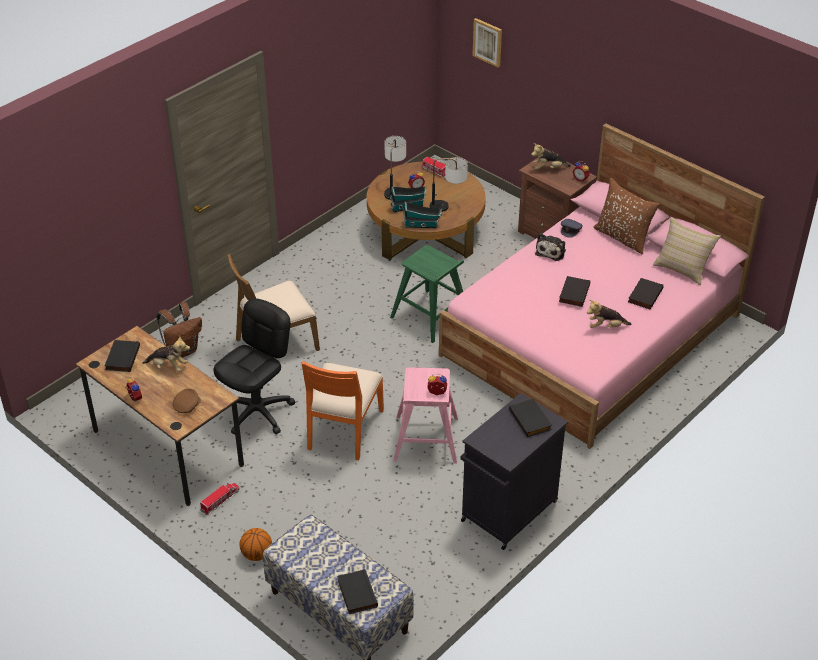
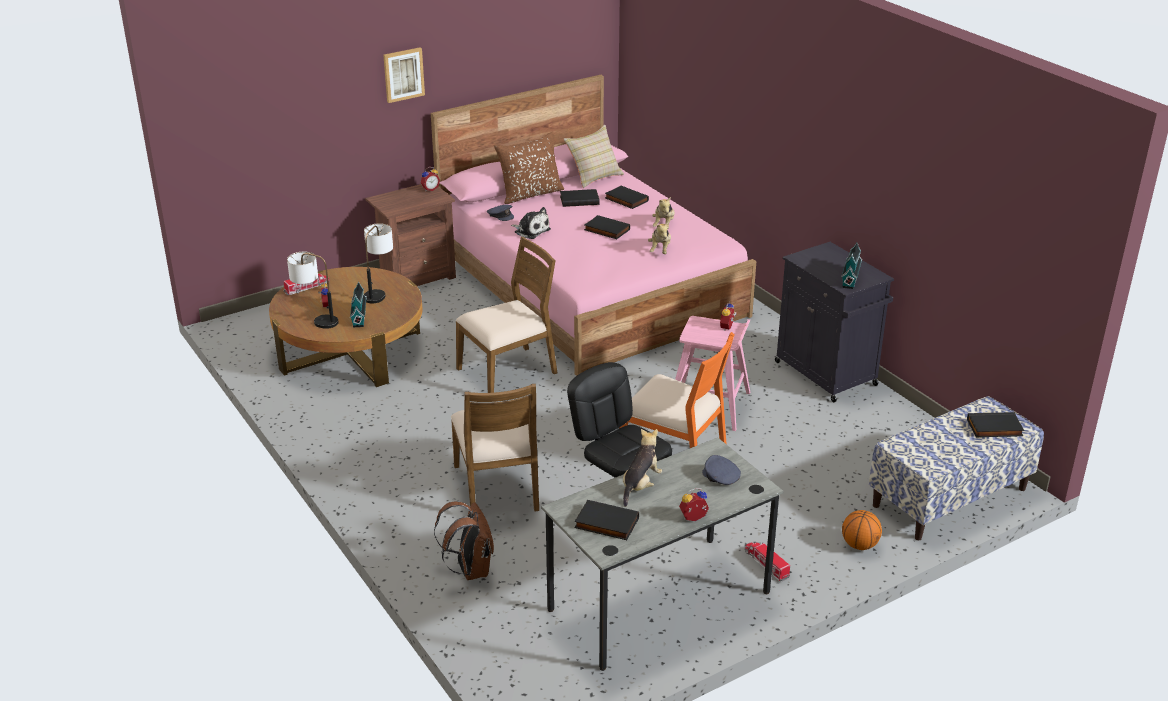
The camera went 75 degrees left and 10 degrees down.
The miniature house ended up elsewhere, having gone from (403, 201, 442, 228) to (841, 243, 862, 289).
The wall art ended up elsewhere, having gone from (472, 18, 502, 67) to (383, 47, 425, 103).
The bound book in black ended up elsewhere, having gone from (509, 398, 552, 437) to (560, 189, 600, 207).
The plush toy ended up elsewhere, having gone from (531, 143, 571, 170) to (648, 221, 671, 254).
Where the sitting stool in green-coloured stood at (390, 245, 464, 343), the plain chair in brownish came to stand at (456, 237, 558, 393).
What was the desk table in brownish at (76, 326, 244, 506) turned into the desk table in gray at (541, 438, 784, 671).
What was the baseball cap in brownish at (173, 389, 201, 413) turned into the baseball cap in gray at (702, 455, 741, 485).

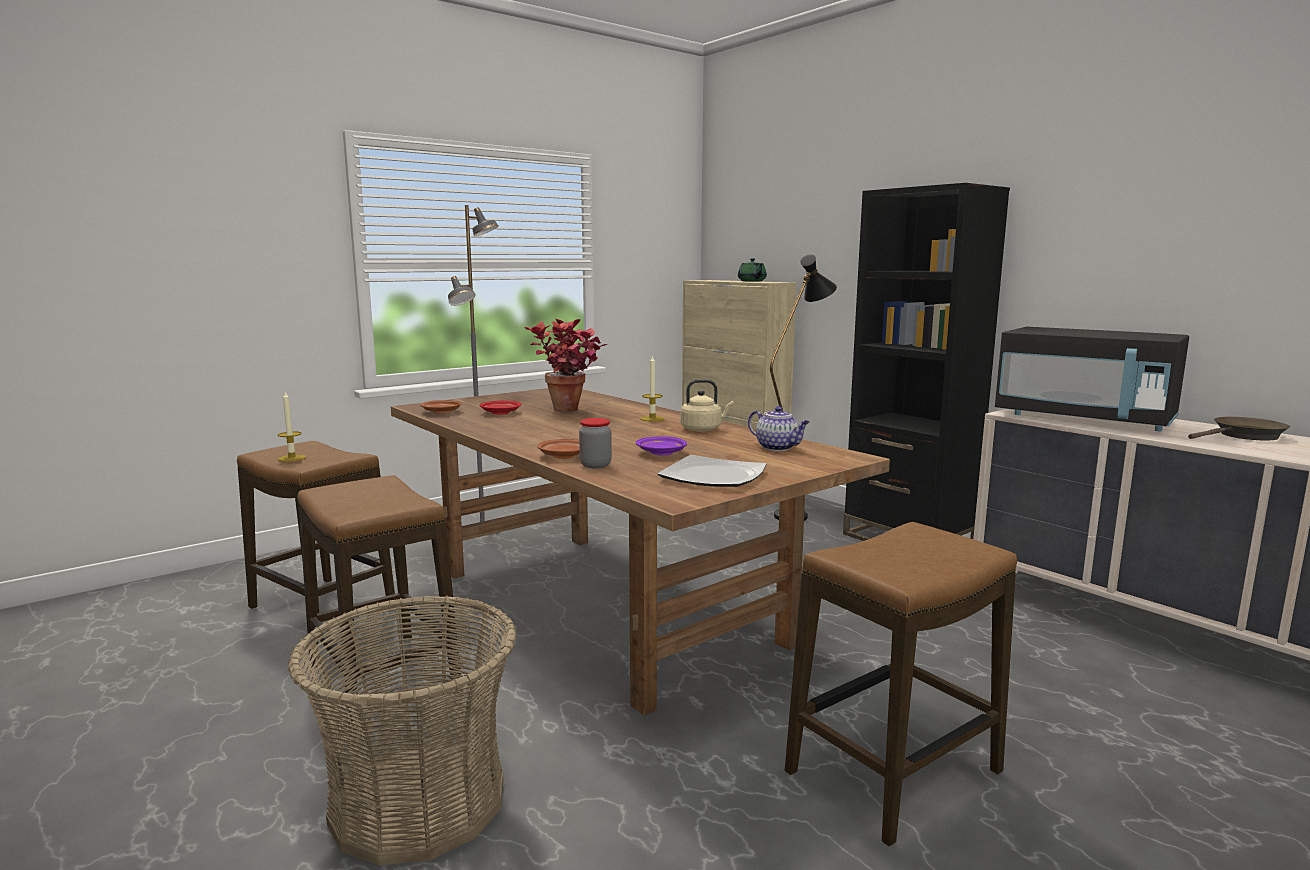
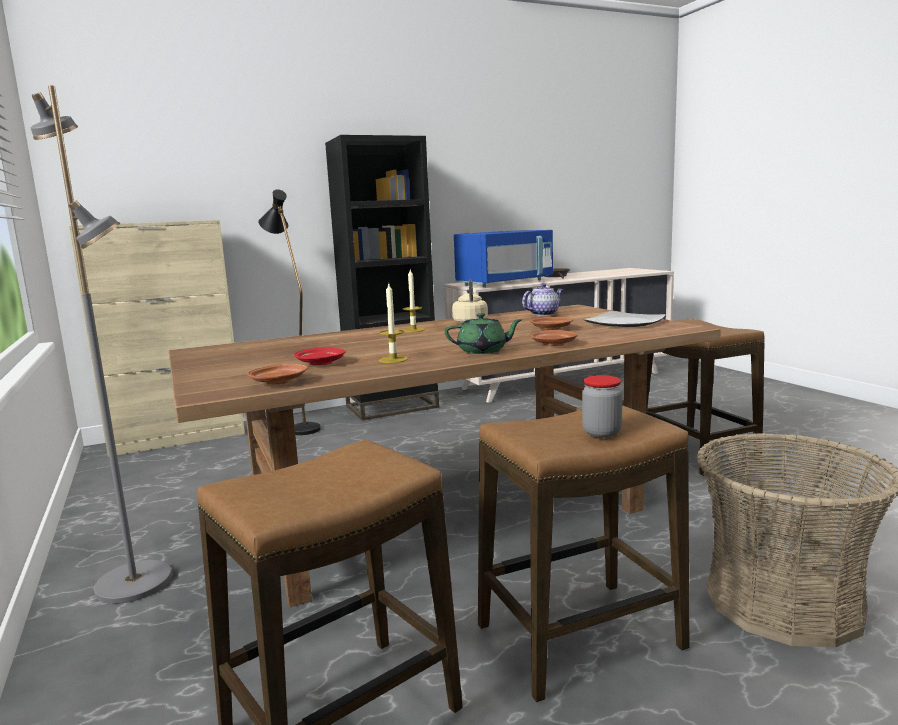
The camera went 75 degrees left and 0 degrees up.
The second view lost the houseplant at (525, 319, 608, 411).
The wax candle ended up elsewhere, having gone from (278, 392, 306, 462) to (379, 282, 408, 363).
The jar ended up elsewhere, having gone from (579, 418, 612, 468) to (582, 375, 622, 438).
The teapot in green-coloured ended up elsewhere, having gone from (738, 258, 767, 282) to (445, 313, 523, 354).
What was the plate in purple at (636, 436, 687, 455) turned into the plate in brownish at (530, 317, 573, 330).
What was the microwave oven in black at (995, 327, 1189, 431) turned into the microwave oven in blue at (454, 230, 553, 287).

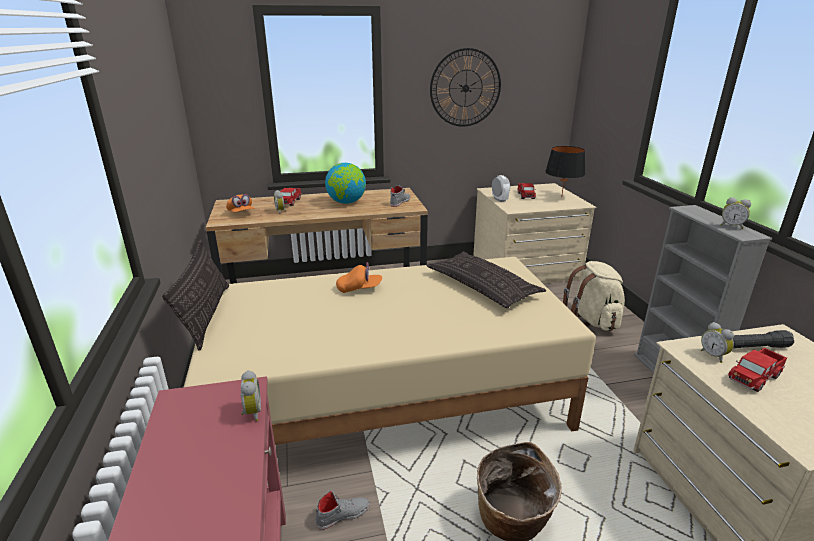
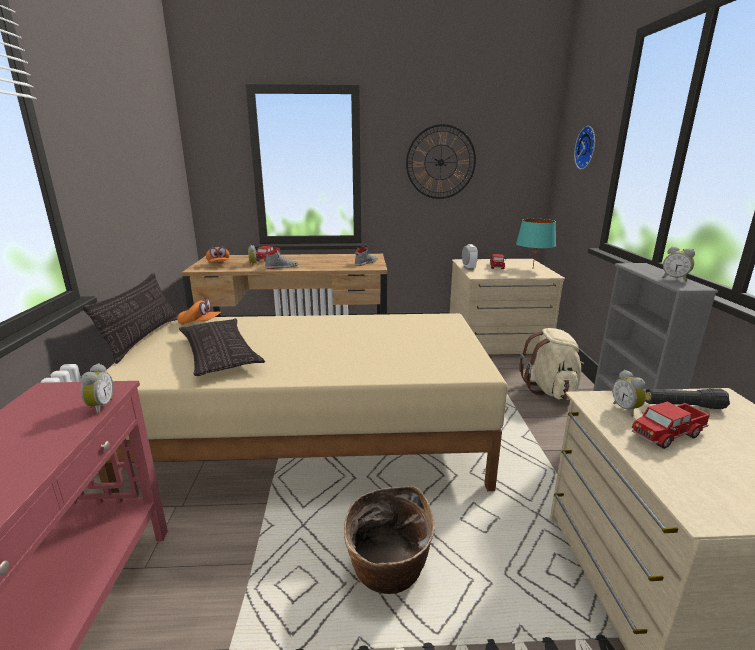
The camera went 10 degrees right and 5 degrees down.
The second view lost the globe at (325, 163, 366, 204).
The second view gained the clock on the wall at (574, 126, 595, 169).
The item of footwear in gray ended up elsewhere, having gone from (315, 490, 370, 530) to (265, 250, 298, 269).
The baseball cap in orangey ended up elsewhere, having gone from (336, 262, 382, 293) to (177, 298, 221, 325).
The throw pillow ended up elsewhere, having gone from (426, 251, 546, 308) to (179, 318, 265, 376).
What was the lamp for a table in black at (545, 146, 585, 197) turned into the lamp for a table in blue-green at (516, 219, 556, 267).

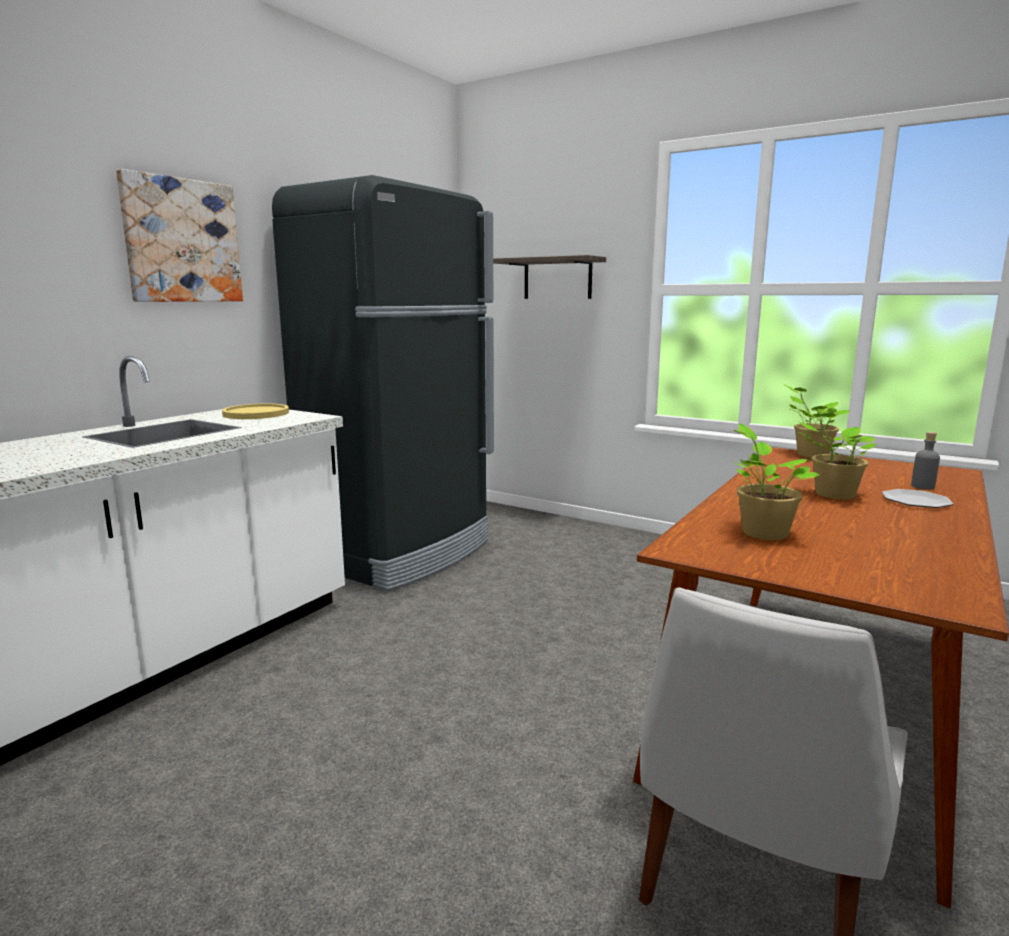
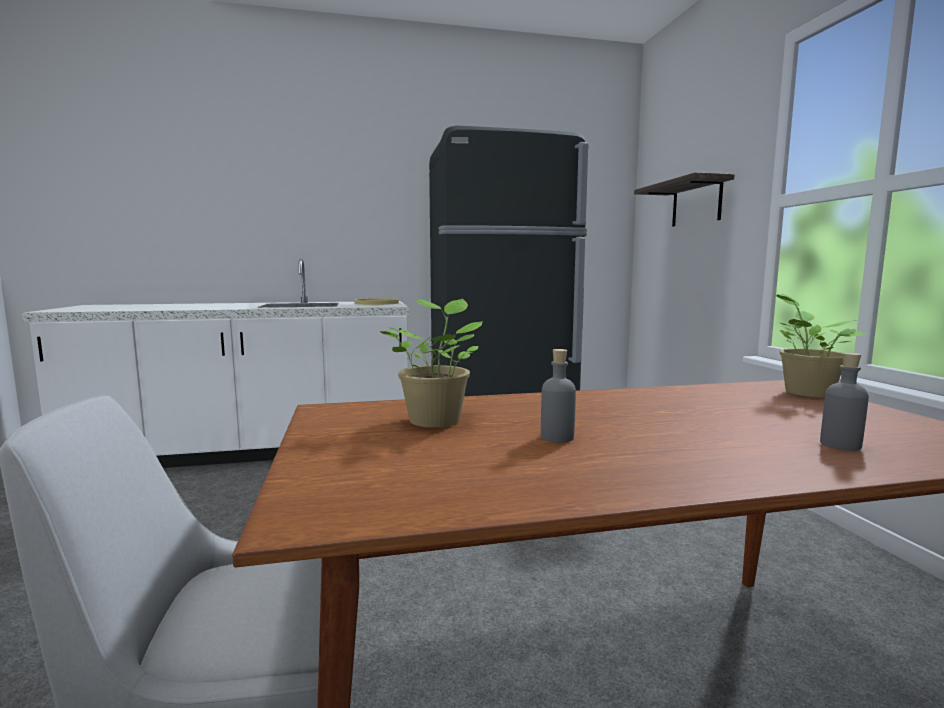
The camera went 45 degrees right and 5 degrees down.
The second view lost the wall art at (116, 169, 243, 302).
The second view lost the houseplant at (797, 408, 876, 499).
The second view lost the plate at (882, 489, 953, 508).
The second view gained the bottle in gray at (541, 349, 576, 443).

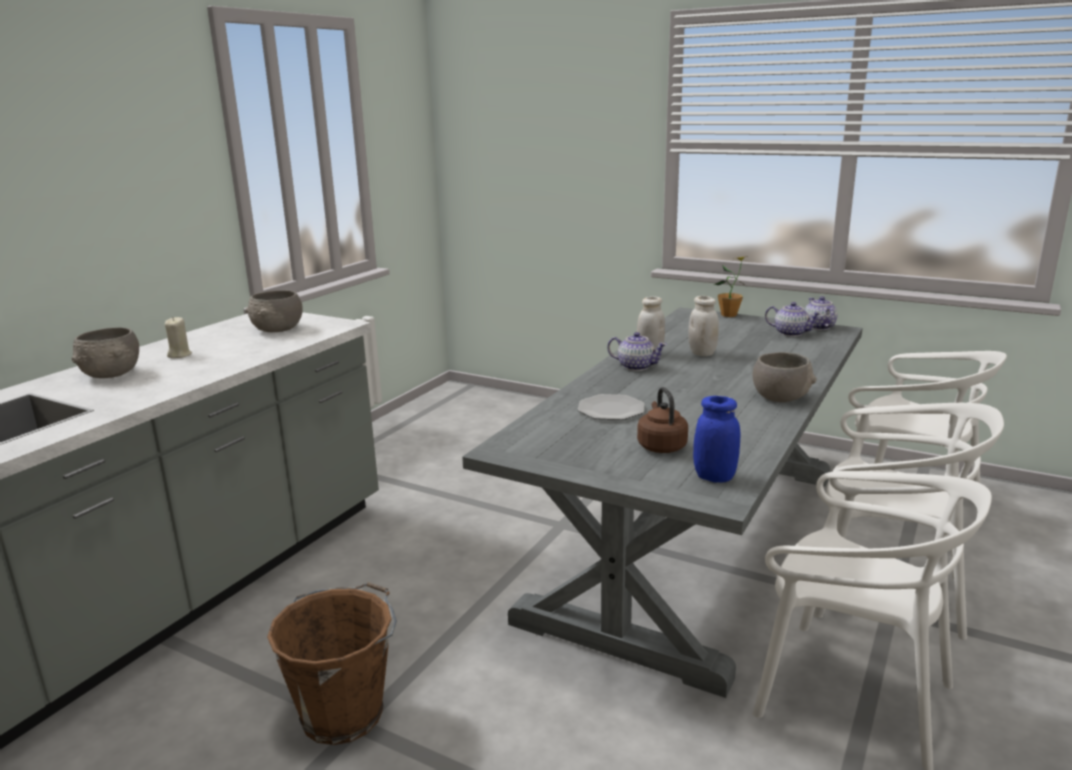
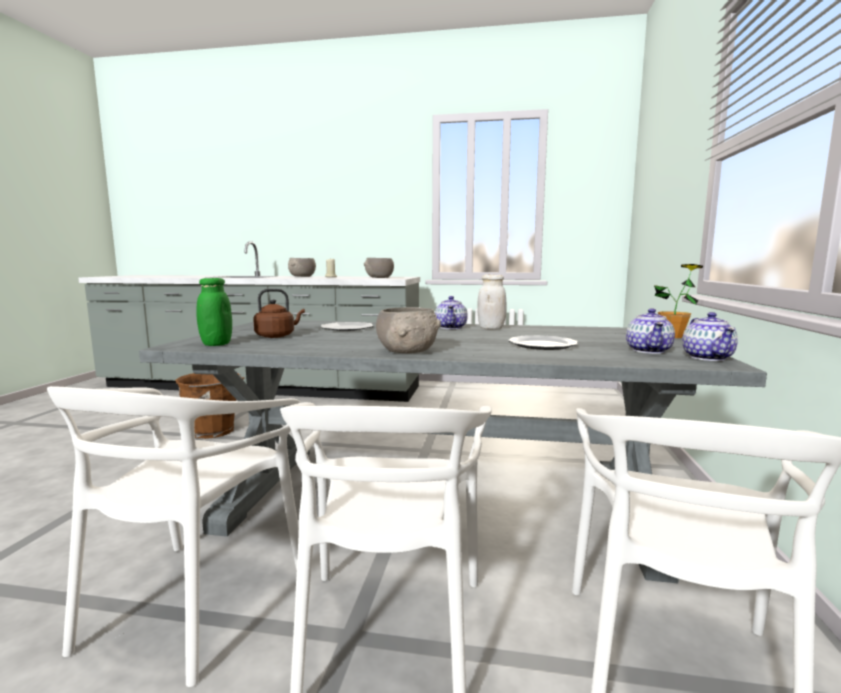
The camera went 70 degrees right and 10 degrees down.
The second view lost the jar in white at (688, 296, 719, 356).
The second view gained the plate at (508, 335, 578, 350).
What was the jar in blue at (693, 396, 740, 483) turned into the jar in green-coloured at (196, 278, 232, 346).
The teapot at (804, 296, 838, 330) ended up facing another way, 120 degrees clockwise from before.

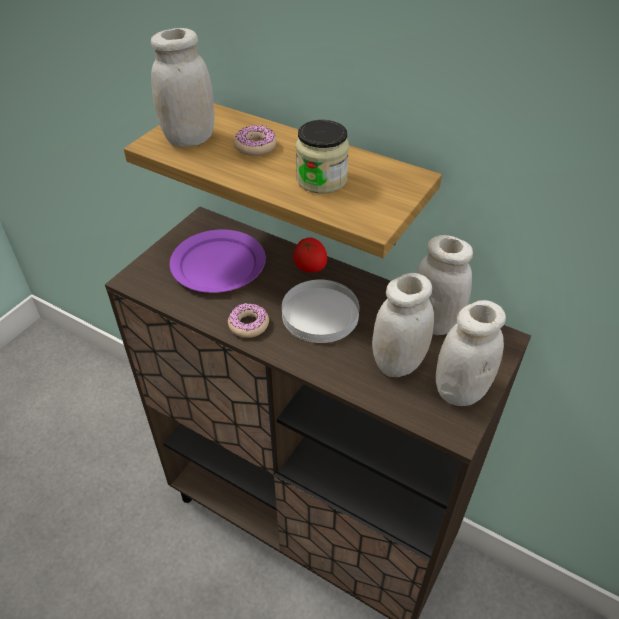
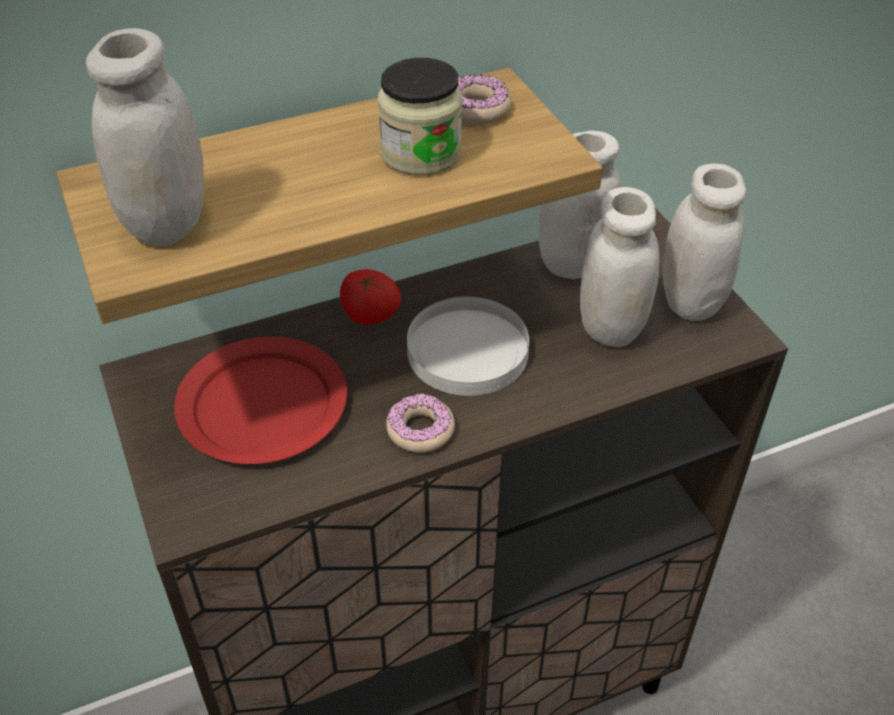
The camera went 55 degrees left and 0 degrees up.
The donut ended up elsewhere, having gone from (234, 125, 277, 156) to (458, 74, 511, 125).
What was the plate in purple at (170, 229, 266, 293) turned into the plate in reddish at (174, 337, 347, 464).

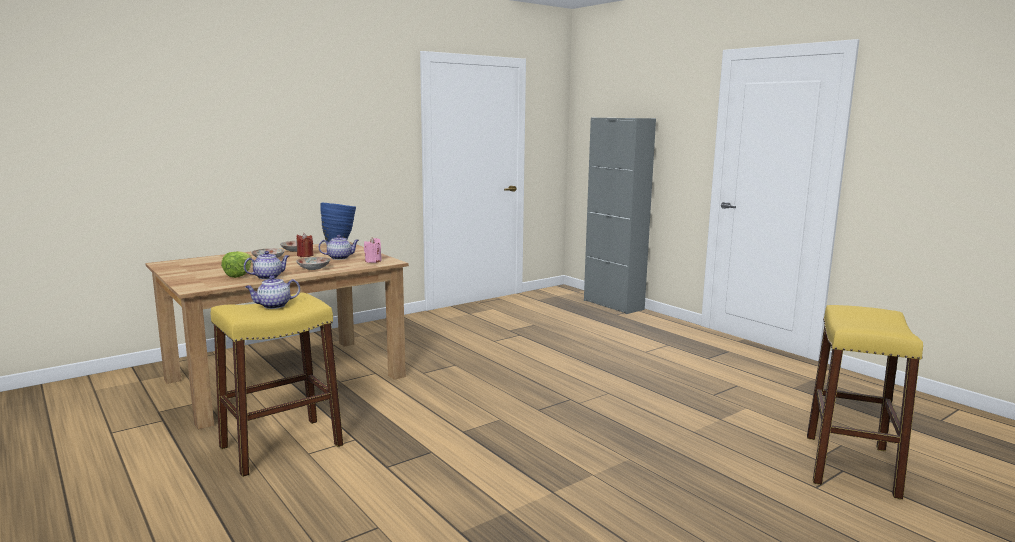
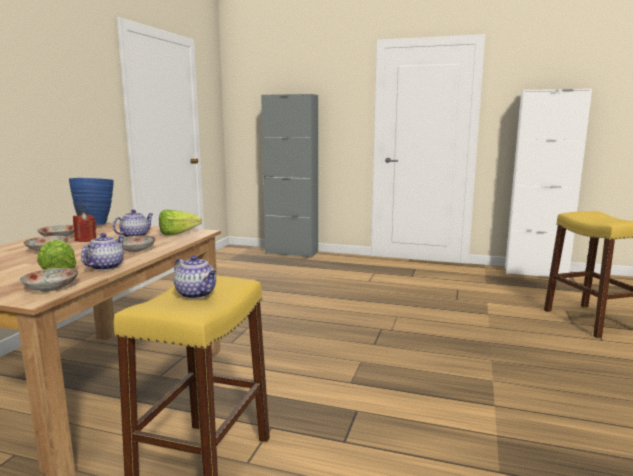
The camera went 35 degrees left and 0 degrees up.
The second view gained the plate at (20, 268, 78, 292).
The second view gained the cupboard in white at (505, 89, 592, 279).
Where the wax candle in pink stood at (364, 238, 382, 263), the lettuce head came to stand at (159, 210, 202, 236).
The teapot at (245, 276, 300, 309) ended up facing another way, 75 degrees counterclockwise from before.

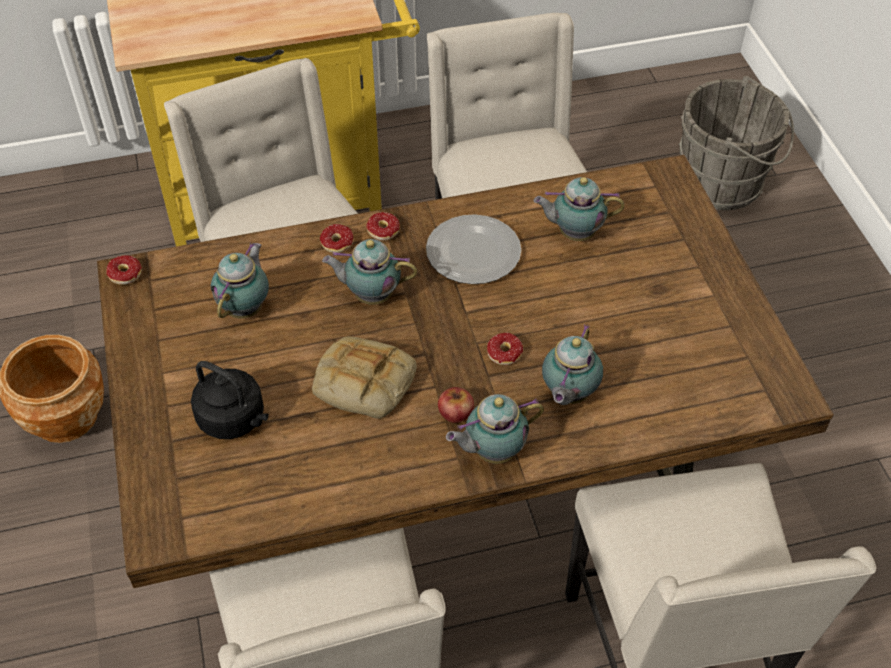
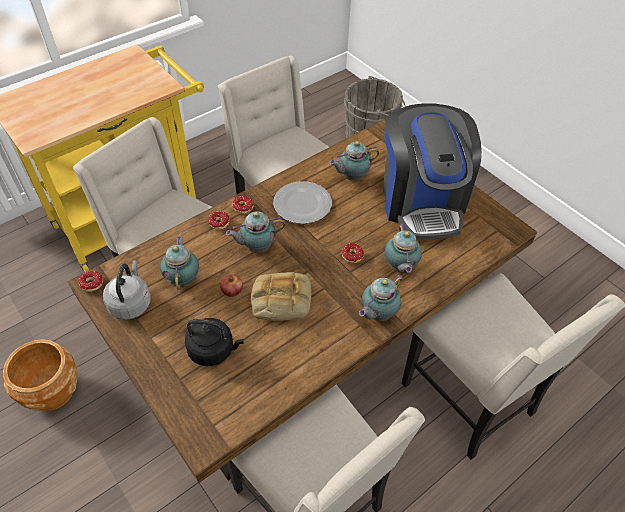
The camera went 25 degrees left and 0 degrees up.
The second view gained the tea kettle in gray at (103, 260, 151, 320).
The second view gained the coffee machine at (383, 103, 482, 240).
The whole apple ended up elsewhere, having gone from (438, 387, 474, 423) to (220, 275, 243, 297).

